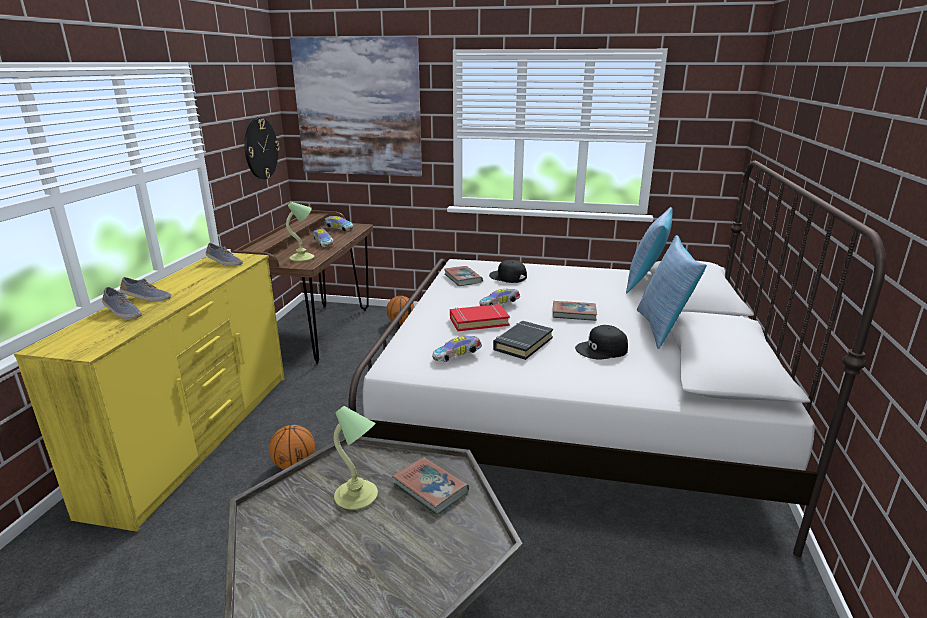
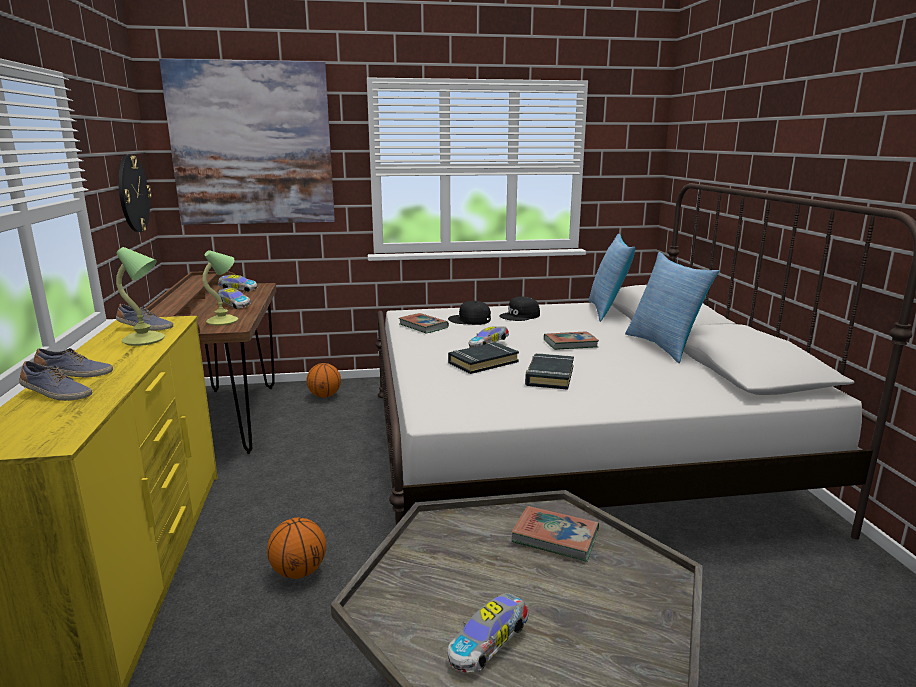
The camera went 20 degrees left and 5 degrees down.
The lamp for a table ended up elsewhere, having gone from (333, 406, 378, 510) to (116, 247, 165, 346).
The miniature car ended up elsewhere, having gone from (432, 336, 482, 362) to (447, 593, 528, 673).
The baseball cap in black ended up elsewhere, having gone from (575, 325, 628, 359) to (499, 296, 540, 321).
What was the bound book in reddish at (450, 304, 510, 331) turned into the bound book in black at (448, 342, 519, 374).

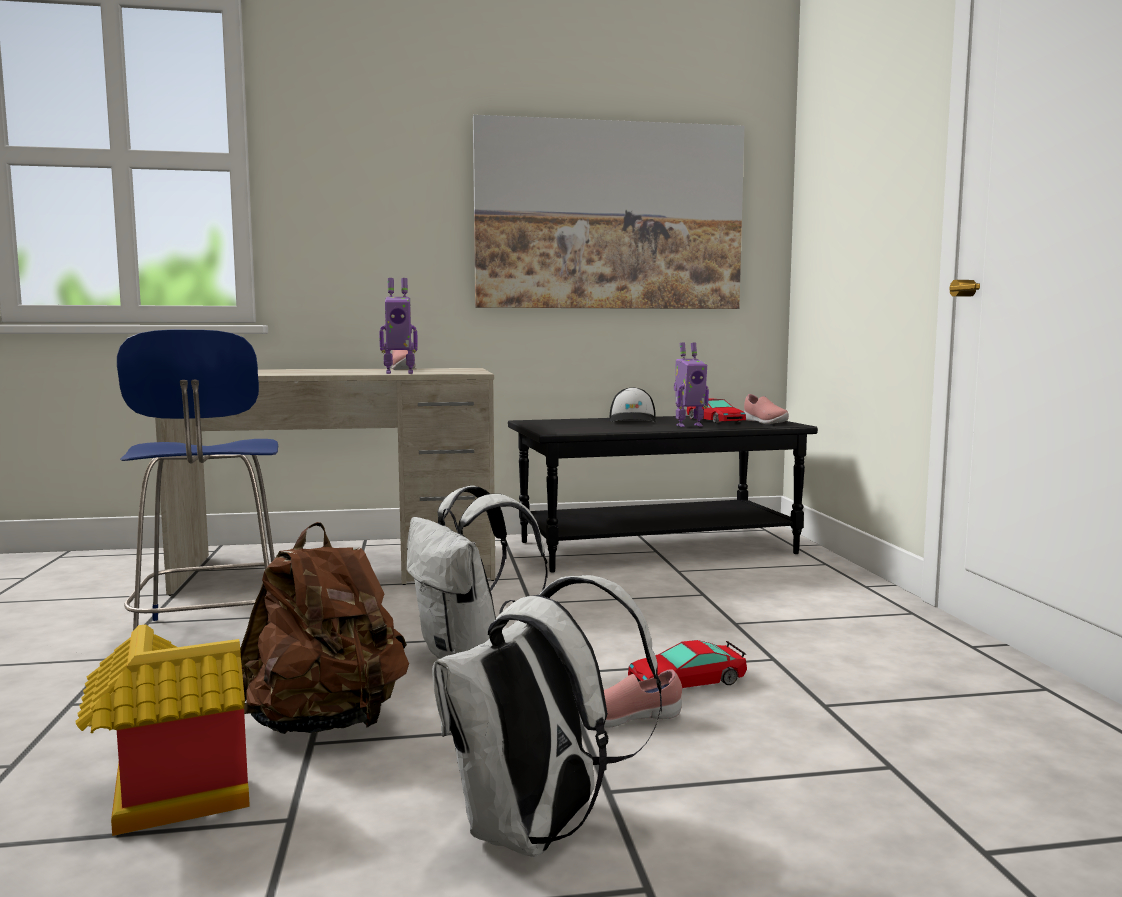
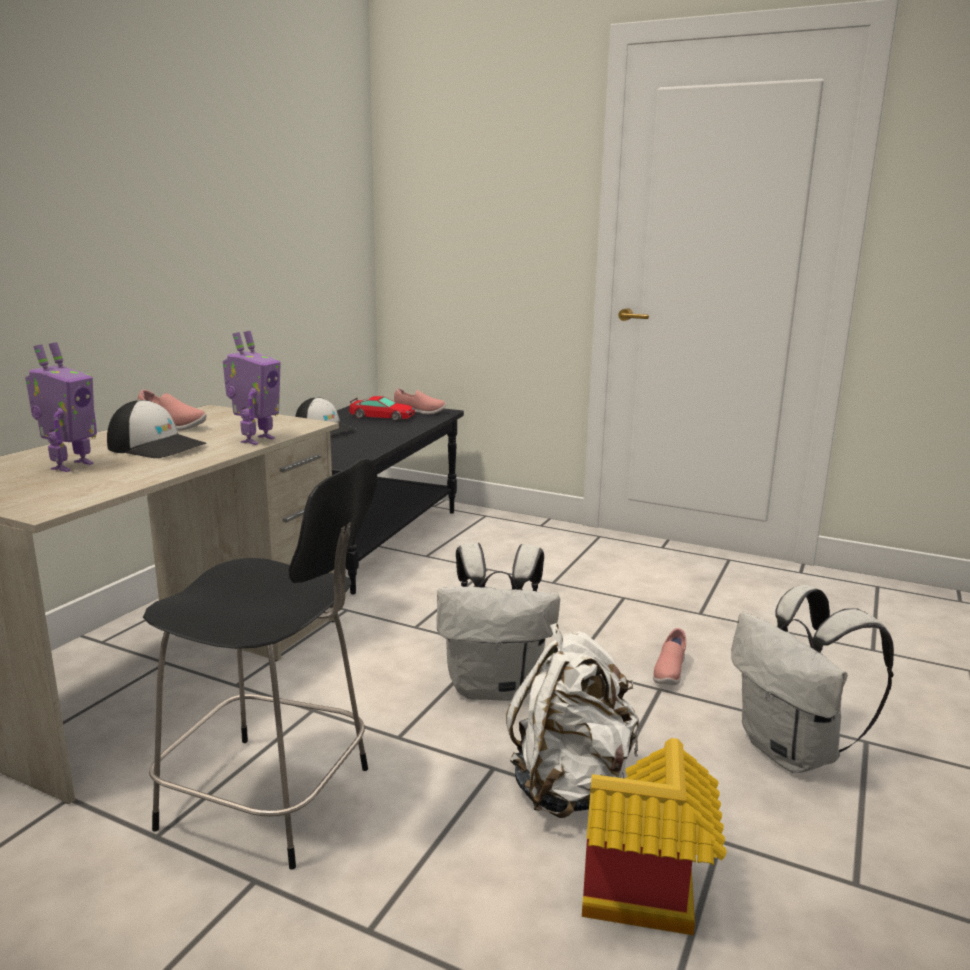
The camera went 55 degrees left and 10 degrees up.
The second view lost the wall art at (473, 115, 744, 309).
The second view lost the miniature car at (628, 640, 747, 688).
The second view gained the baseball cap at (107, 400, 206, 458).
The model robot ended up elsewhere, having gone from (674, 343, 709, 427) to (25, 342, 97, 472).
What was the sitting stool in blue at (117, 330, 278, 630) turned into the sitting stool in black at (143, 458, 377, 870).
What was the knapsack in brownish at (240, 522, 409, 734) turned into the knapsack in white at (506, 623, 640, 818).

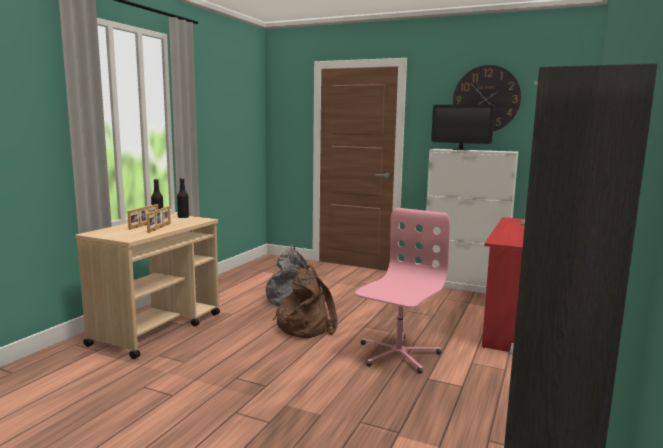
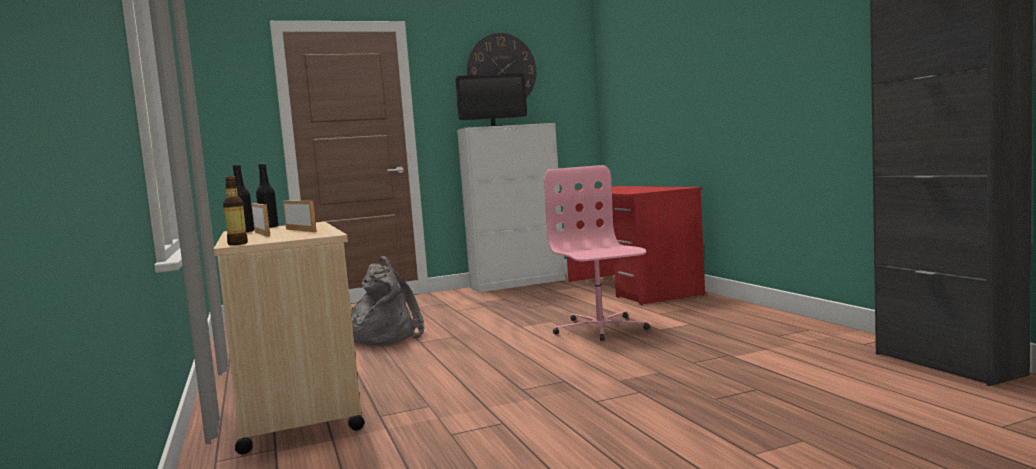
The camera went 45 degrees left and 5 degrees down.
The second view lost the knapsack in brownish at (273, 264, 338, 338).
The second view gained the bottle at (223, 176, 248, 245).

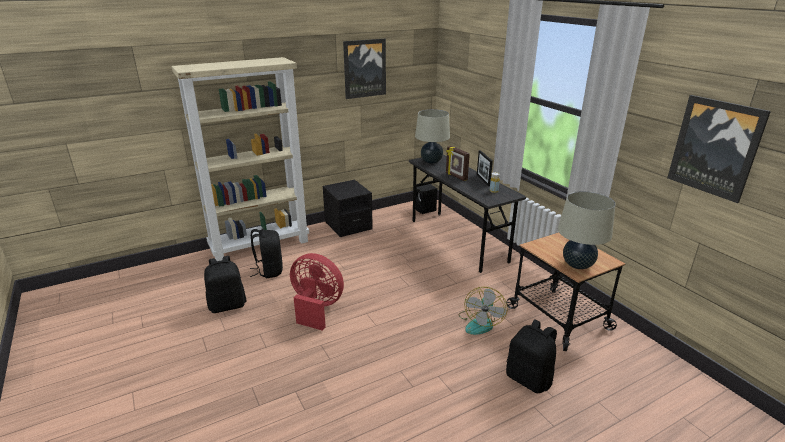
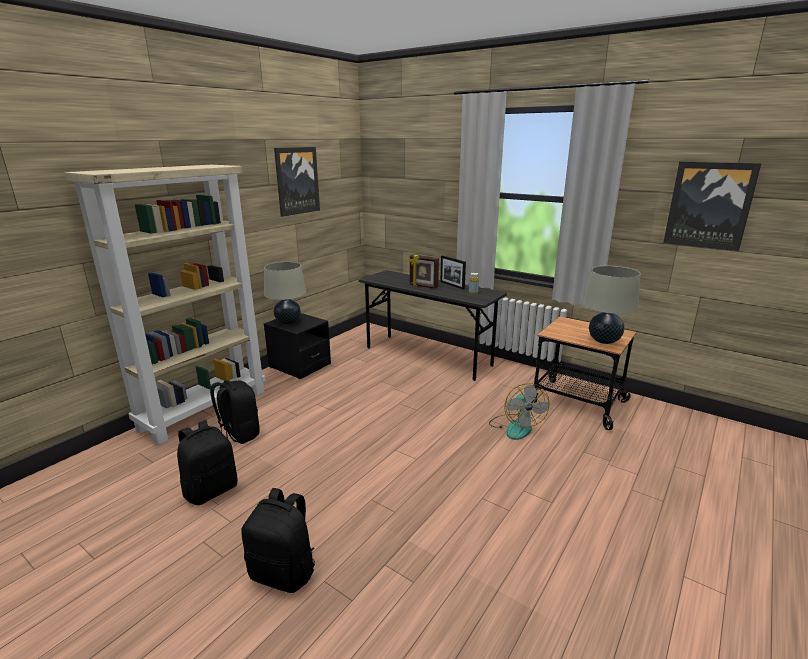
The camera went 25 degrees left and 5 degrees down.
The second view lost the fan in reddish at (290, 253, 344, 331).
The second view lost the loudspeaker in black at (416, 184, 437, 214).
The lamp for a table in beige-coloured ended up elsewhere, having gone from (415, 109, 450, 164) to (264, 262, 306, 325).
The knapsack in black ended up elsewhere, having gone from (506, 319, 557, 393) to (241, 488, 315, 593).

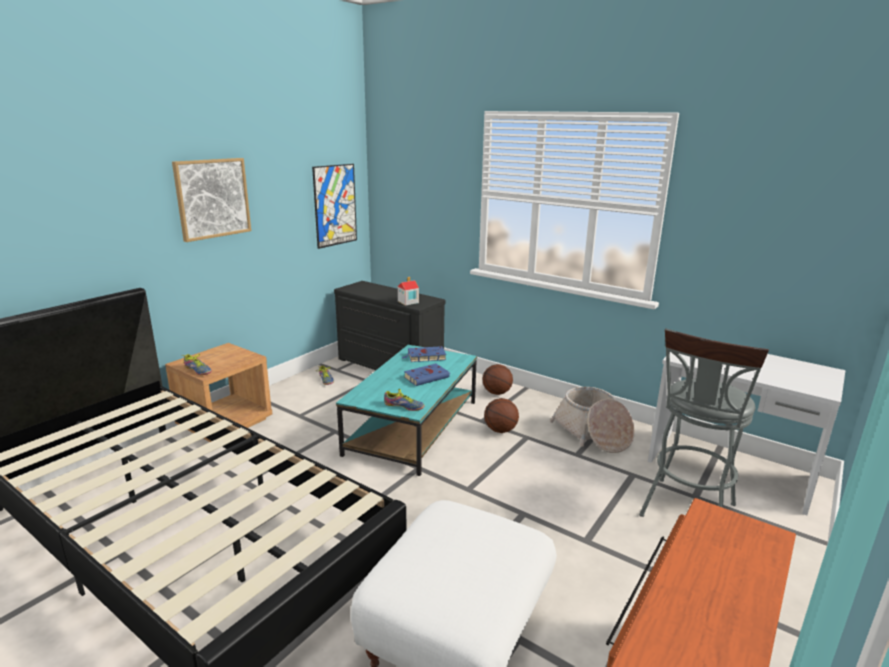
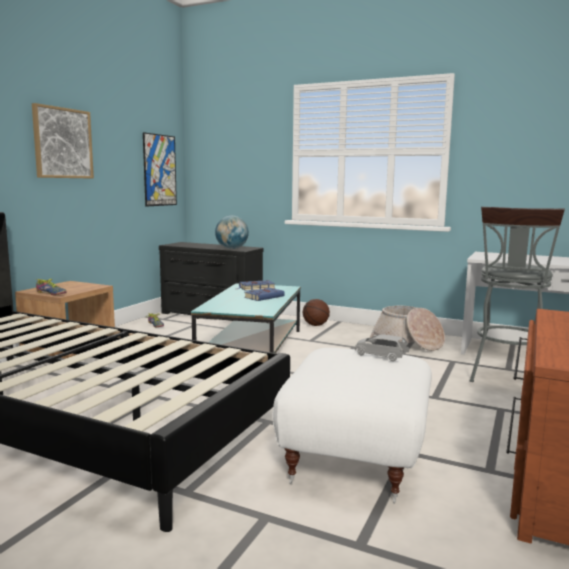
The camera went 10 degrees left and 10 degrees down.
The second view lost the item of footwear at (384, 389, 425, 411).
The second view lost the basketball ball at (484, 398, 519, 433).
The second view gained the miniature car in gray at (355, 334, 409, 361).
Where the miniature house stood at (398, 277, 419, 305), the globe came to stand at (215, 216, 249, 249).

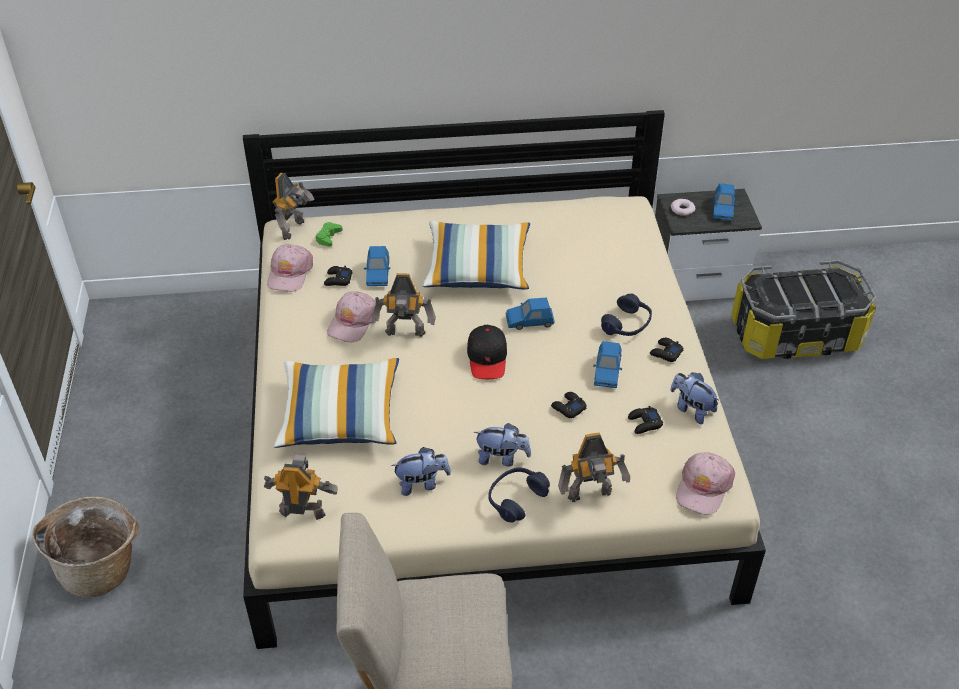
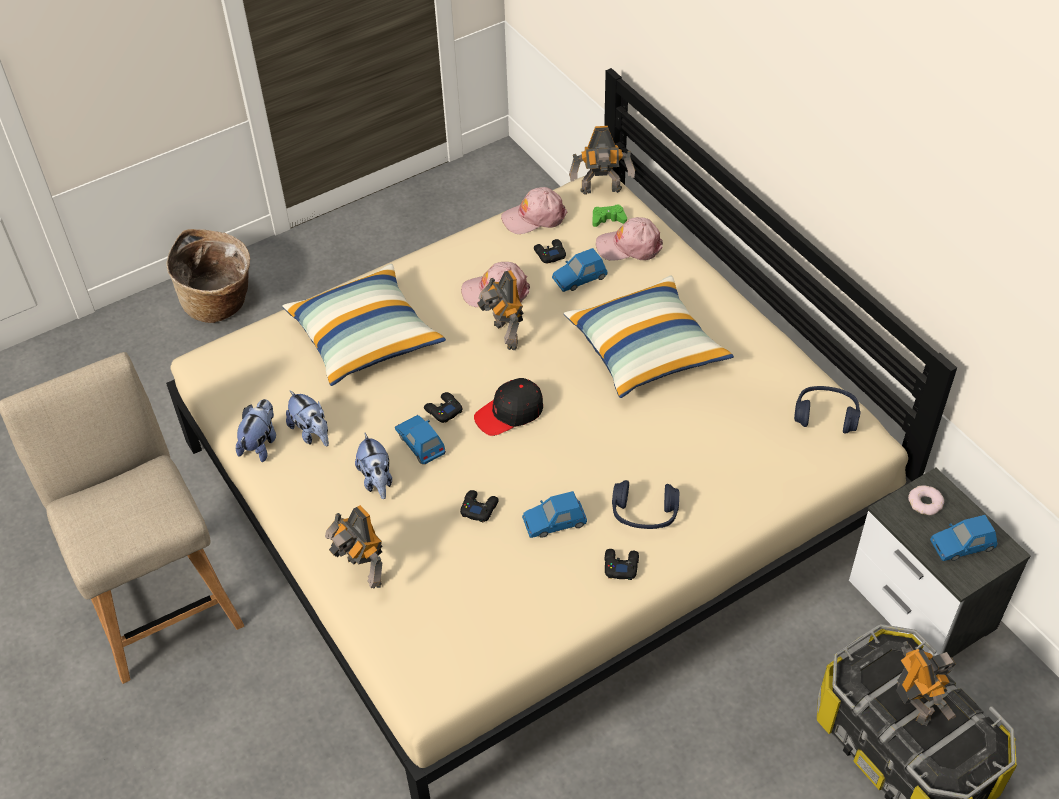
The camera went 65 degrees right and 5 degrees up.
The model robot ended up elsewhere, having gone from (264, 455, 338, 520) to (896, 641, 956, 726).
The pair of headphones in blue ended up elsewhere, having gone from (488, 467, 550, 523) to (794, 386, 861, 433).
The miniature car in blue ended up elsewhere, having gone from (505, 297, 555, 330) to (395, 415, 446, 464).
The game controller in black ended up elsewhere, having gone from (628, 406, 663, 434) to (424, 392, 463, 423).
The plush toy ended up elsewhere, having gone from (670, 373, 720, 424) to (236, 399, 276, 462).
The baseball cap in pink ended up elsewhere, having gone from (676, 452, 735, 515) to (595, 217, 663, 261).

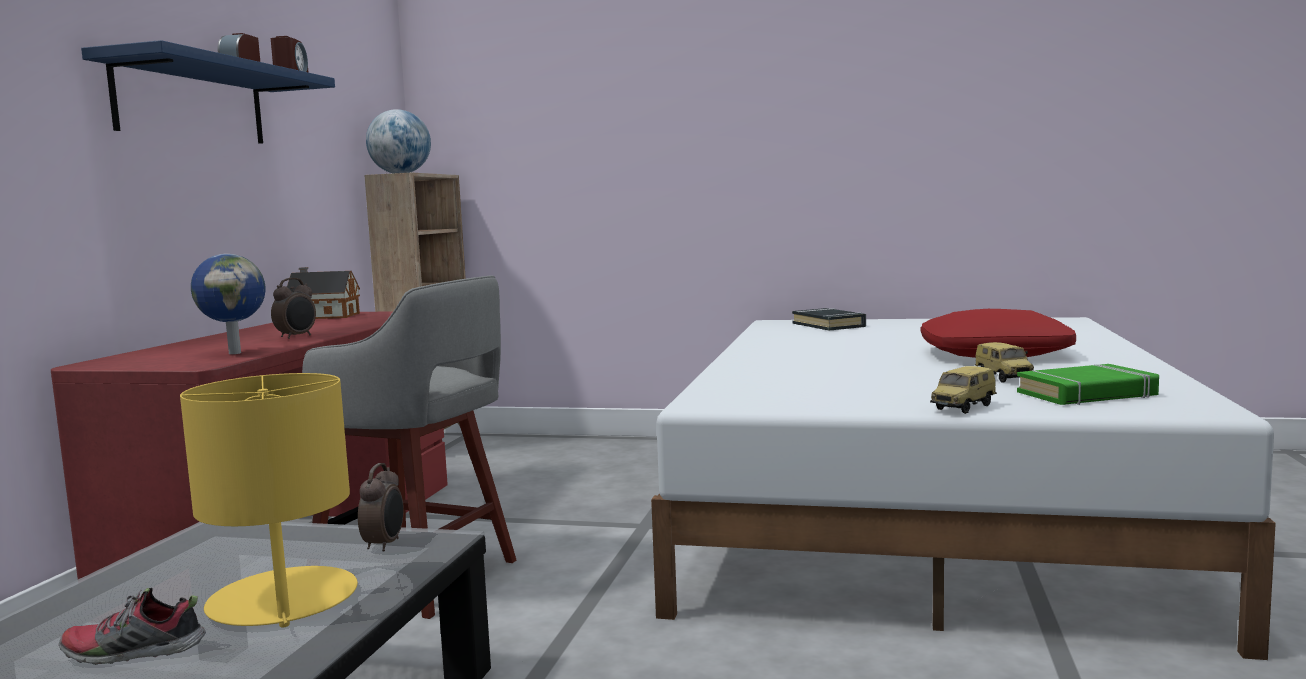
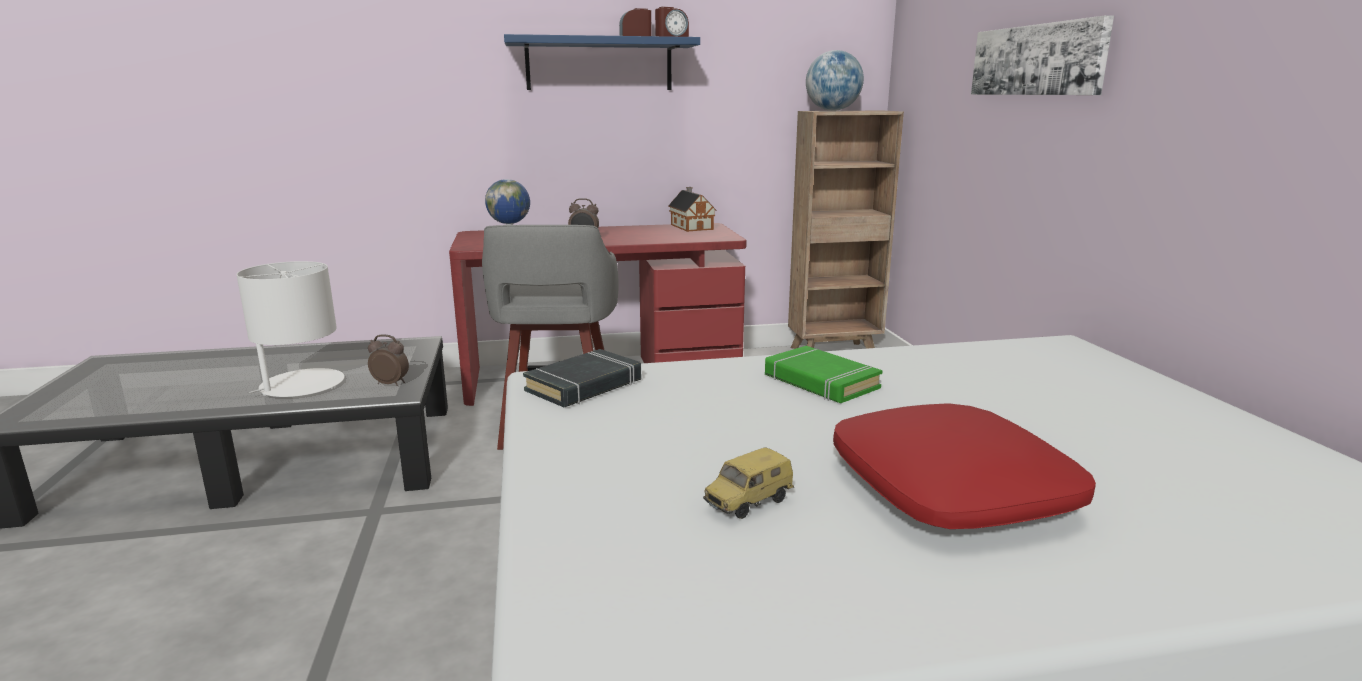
The camera went 65 degrees right and 10 degrees up.
The second view lost the item of footwear at (59, 588, 206, 665).
The second view lost the miniature car at (930, 366, 997, 414).
The second view gained the wall art at (971, 15, 1114, 95).
The bound book in black ended up elsewhere, having gone from (792, 308, 866, 331) to (523, 349, 641, 407).
The bound book in green-coloured ended up elsewhere, having gone from (1017, 364, 1159, 405) to (765, 346, 883, 403).
What was the lamp for a table in yellowish at (180, 373, 358, 628) turned into the lamp for a table in white at (236, 261, 345, 397).
The table clock at (358, 463, 404, 552) ended up facing another way, 150 degrees counterclockwise from before.

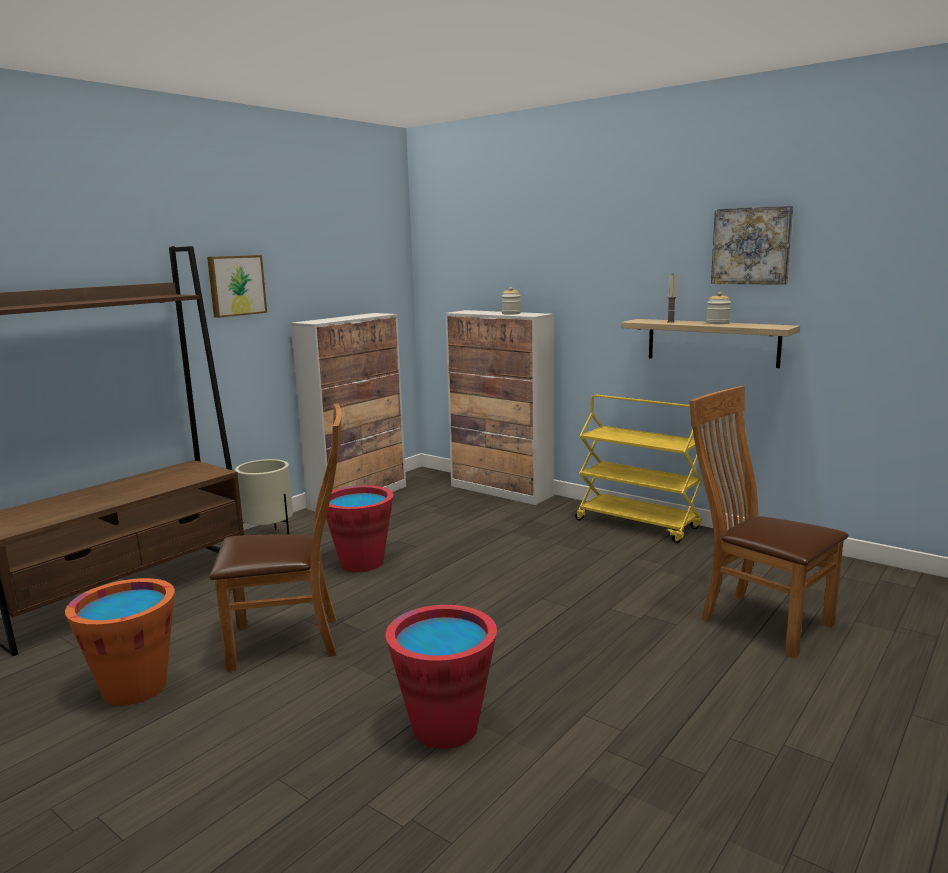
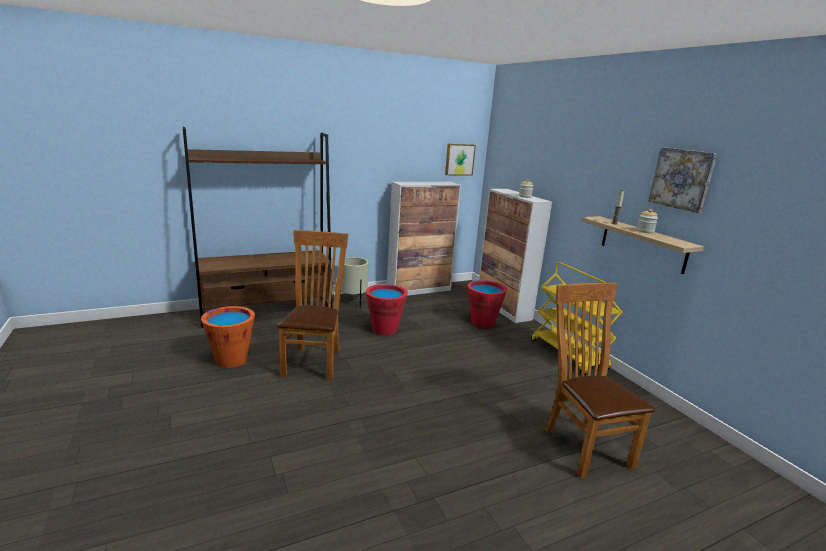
The camera went 25 degrees right and 5 degrees up.
The wall art ended up elsewhere, having gone from (207, 255, 267, 318) to (445, 144, 476, 175).
The pail in reddish ended up elsewhere, having gone from (385, 605, 497, 749) to (468, 280, 507, 328).
The plain chair in brownish at (210, 404, 342, 672) ended up facing another way, 105 degrees counterclockwise from before.

